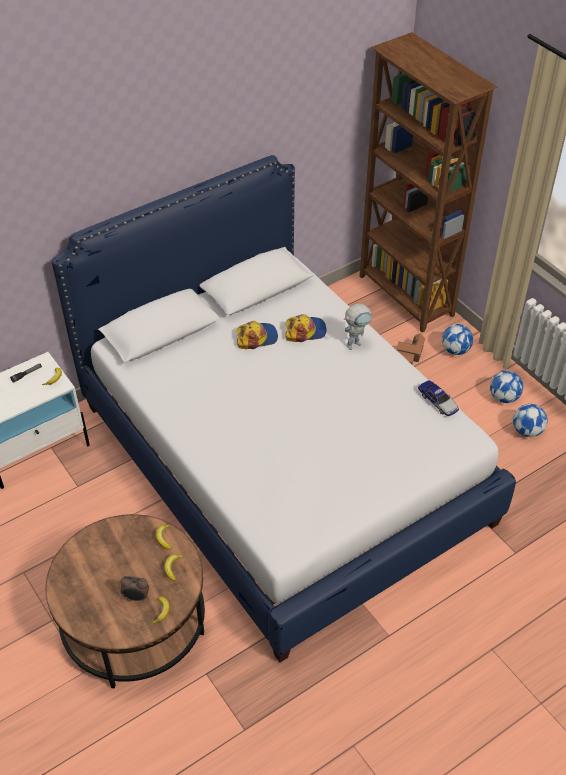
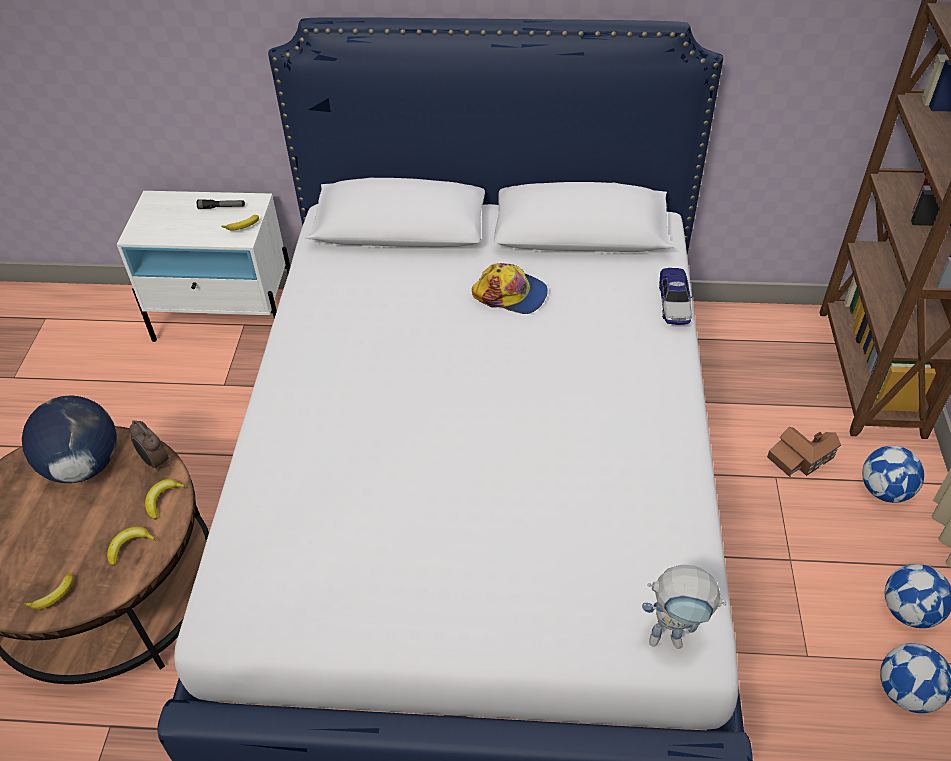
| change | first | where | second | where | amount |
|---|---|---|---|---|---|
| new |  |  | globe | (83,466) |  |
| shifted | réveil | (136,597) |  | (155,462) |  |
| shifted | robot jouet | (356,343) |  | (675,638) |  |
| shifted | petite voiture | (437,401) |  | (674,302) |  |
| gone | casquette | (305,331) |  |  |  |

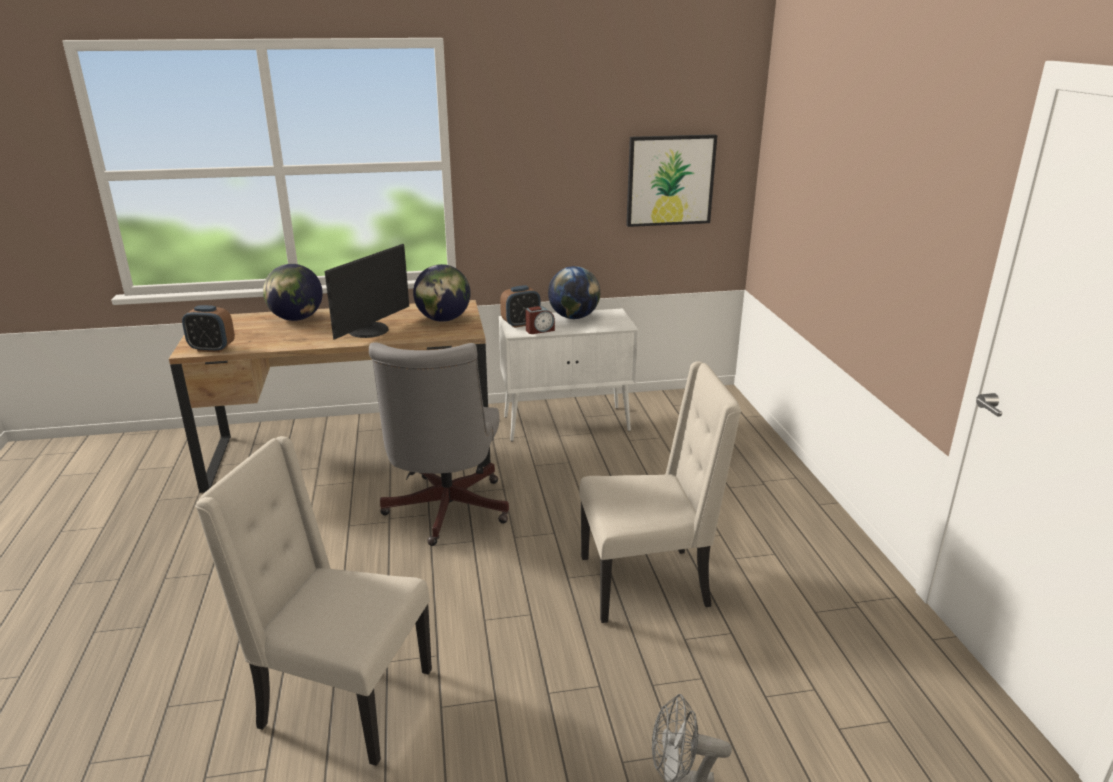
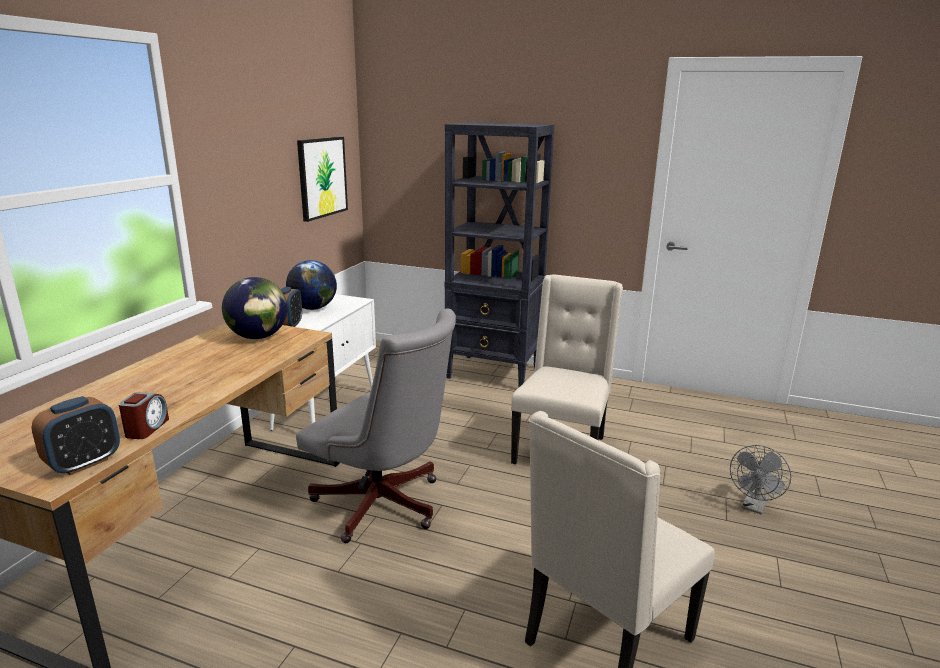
| change | first | where | second | where | amount |
|---|---|---|---|---|---|
| shifted | réveil | (539,330) |  | (147,428) |  |
| new |  |  | bibliothèque (noir) | (494,373) |  |
| gone | globe | (296,319) |  |  |  |
| gone | écran d'ordinateur | (370,331) |  |  |  |

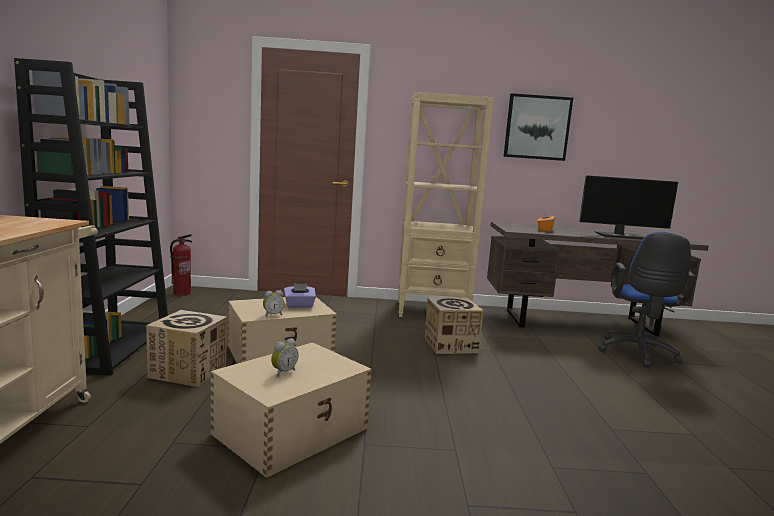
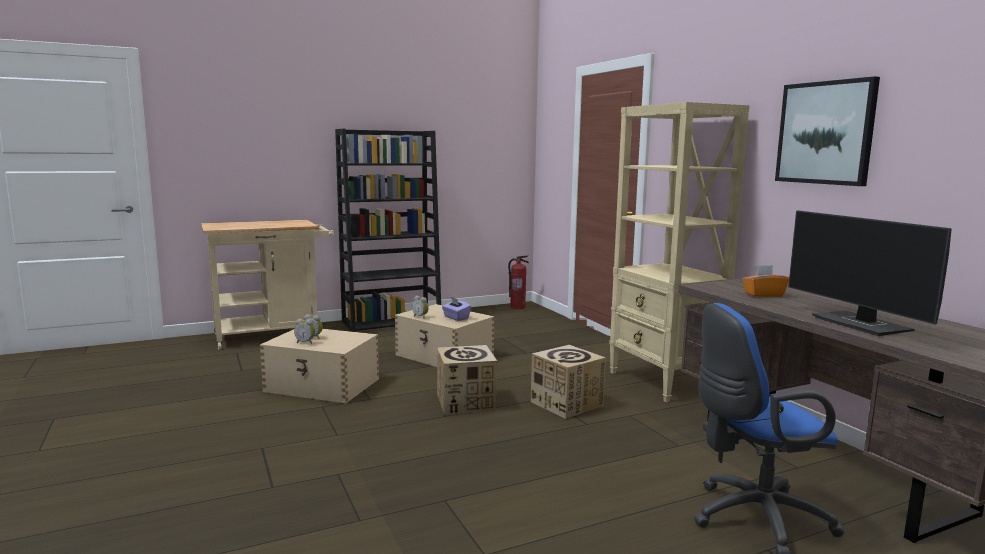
| change | first | where | second | where | amount |
|---|---|---|---|---|---|
| new |  |  | réveil | (305,342) |  |
| shifted | carton | (188,371) |  | (466,402) |  |

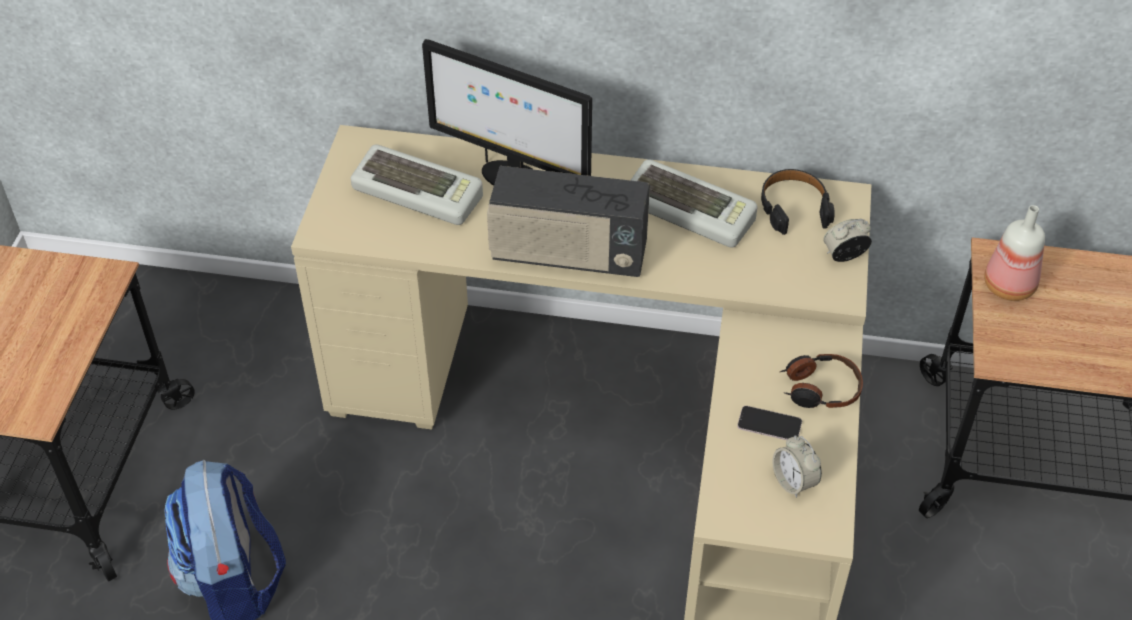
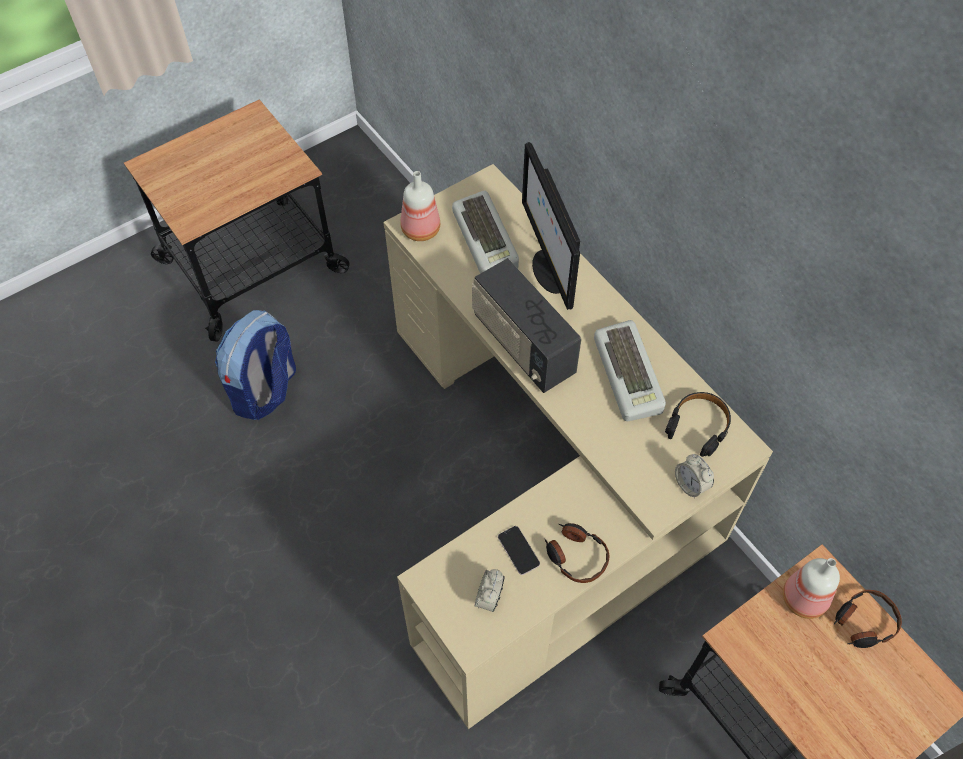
| change | first | where | second | where | amount |
|---|---|---|---|---|---|
| new |  |  | bouteille | (419,229) |  |
| rotated | réveil | (844,256) |  | (691,485) | 150 degrees counterclockwise |
| new |  |  | casque audio | (863,623) |  |

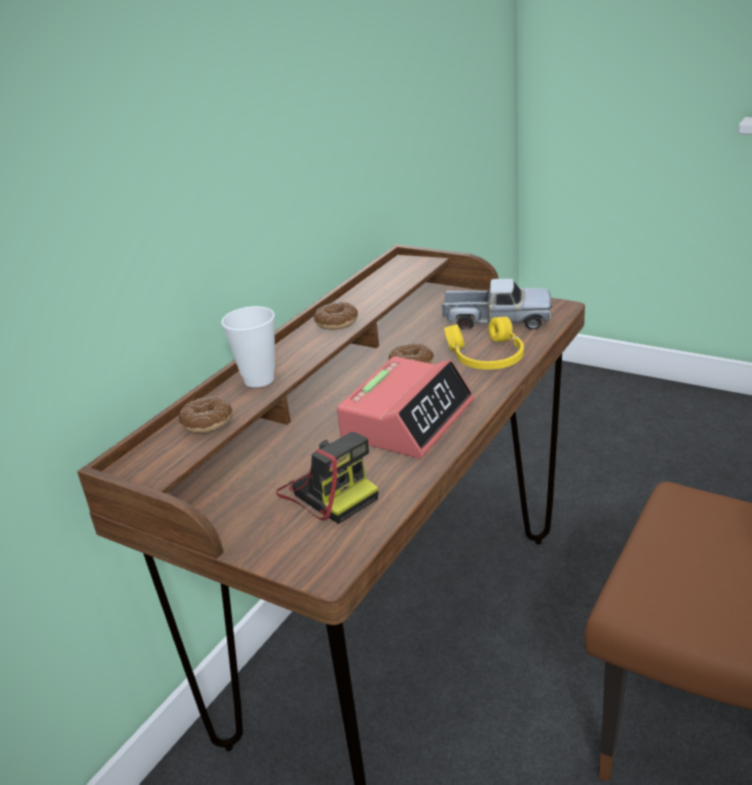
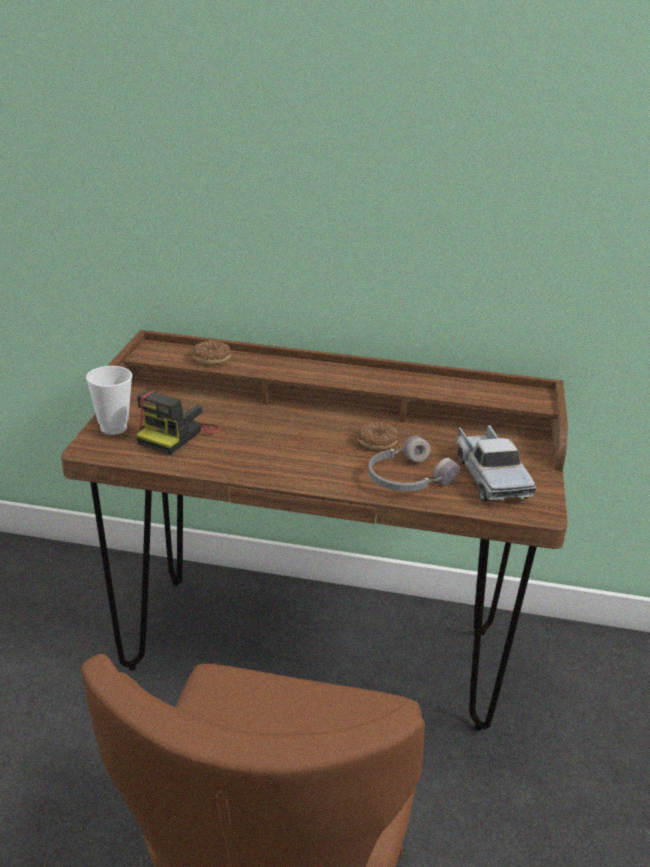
| change | first | where | second | where | amount |
|---|---|---|---|---|---|
| shifted | tasse | (259,380) |  | (113,428) |  |
| repainted | casque audio (jaune) | (485,358) | casque audio (gris) | (407,478) |  |
| gone | beignet | (337,323) |  |  |  |
| gone | réveil | (408,420) |  |  |  |

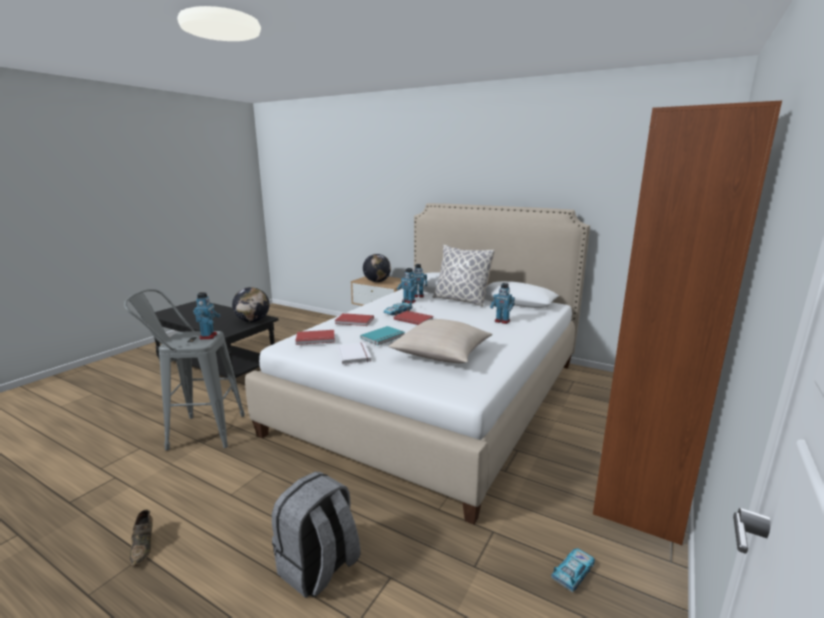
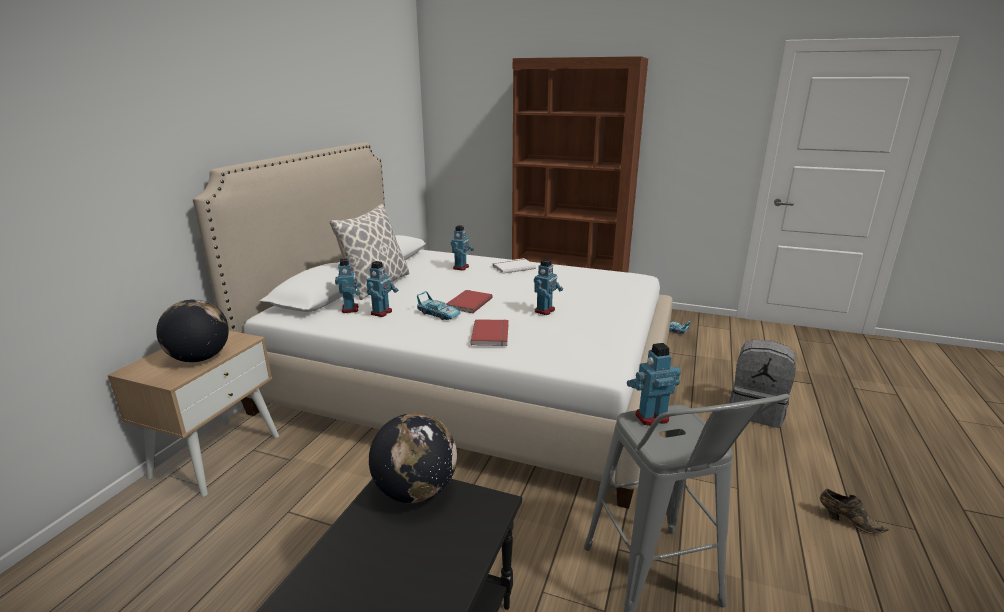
| change | first | where | second | where | amount |
|---|---|---|---|---|---|
| shifted | livre (blanc) | (355,354) |  | (513,267) |  |
| swapped | livre (turquoise) | (384,337) | robot jouet | (545,311) |  |
| rotated | chaussure (marron) | (144,546) |  | (847,521) | 60 degrees clockwise |
| gone | livre (rouge) | (315,339) |  |  |  |
| gone | coussin (beige) | (441,354) |  |  |  |

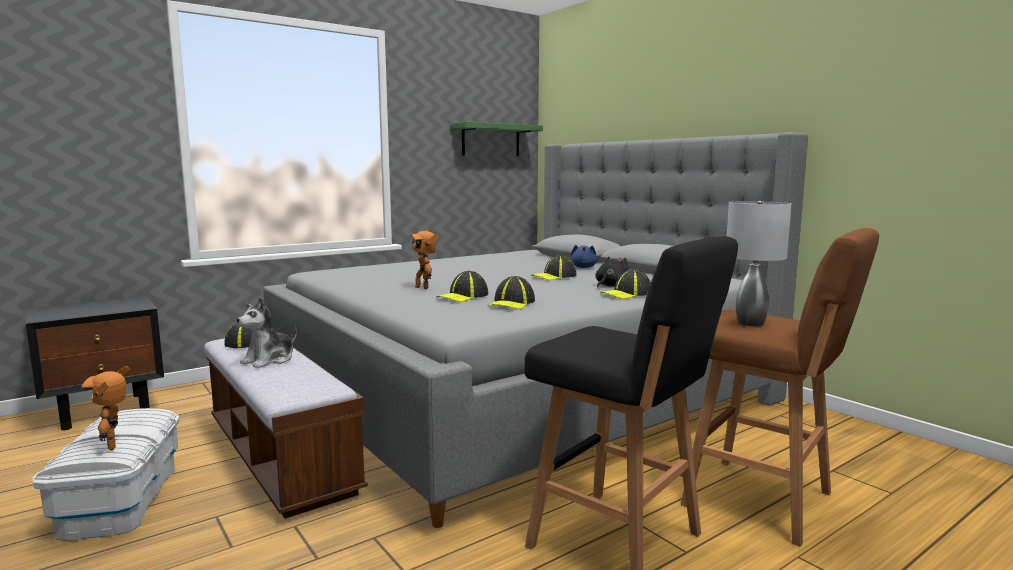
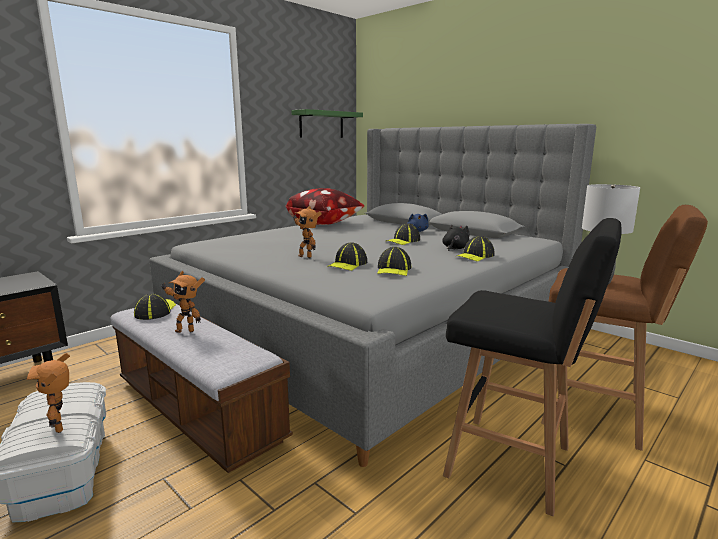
| change | first | where | second | where | amount |
|---|---|---|---|---|---|
| swapped | peluche | (269,360) | robot jouet | (185,330) |  |
| new |  |  | coussin | (324,223) |  |

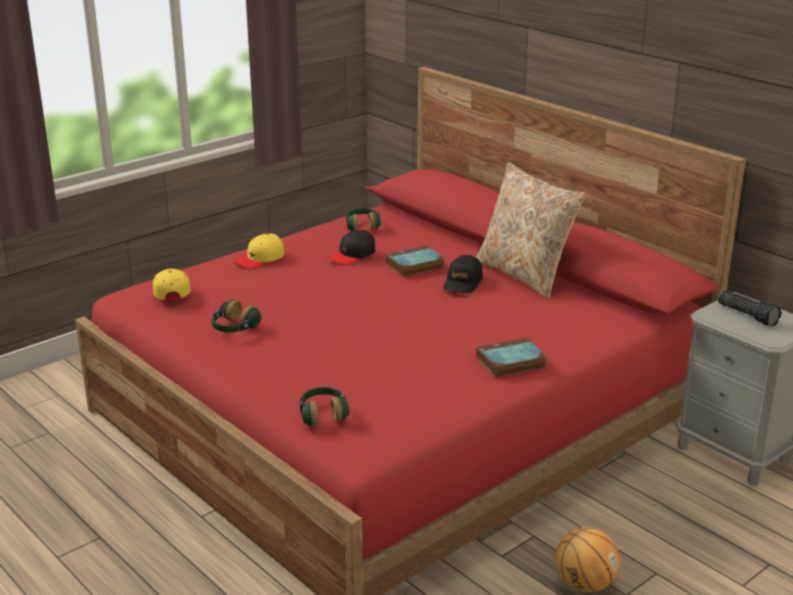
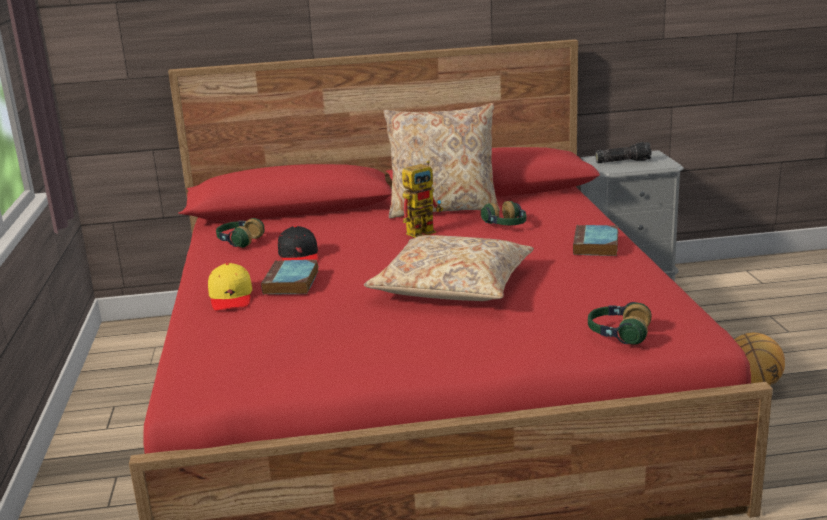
| change | first | where | second | where | amount |
|---|---|---|---|---|---|
| shifted | livre | (414,265) |  | (291,283) |  |
| new |  |  | coussin (beige) | (452,286) |  |
| swapped | casquette (noir) | (463,282) | robot jouet | (424,231) |  |
| shifted | casque audio | (234,328) |  | (506,226) |  |
| gone | casquette (jaune) | (171,290) |  |  |  |

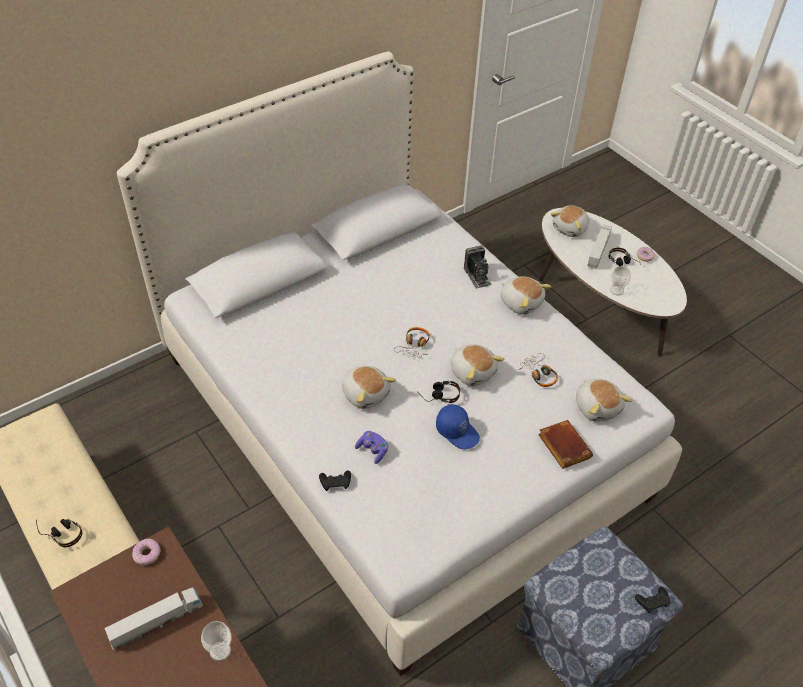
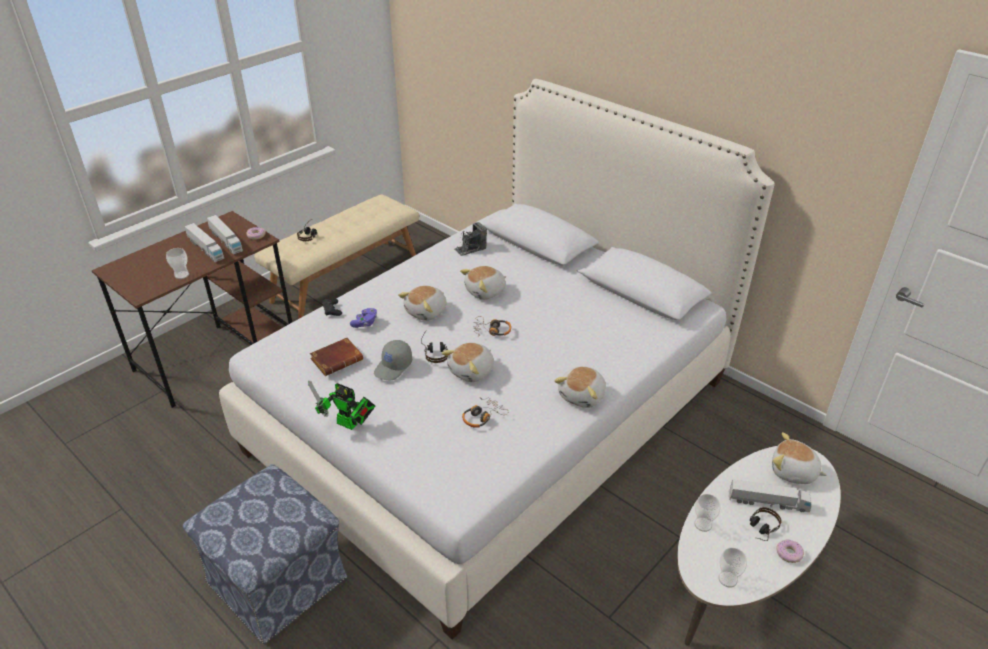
| change | first | where | second | where | amount |
|---|---|---|---|---|---|
| new |  |  | camion jouet | (226,241) |  |
| new |  |  | robot jouet | (349,425) |  |
| shifted | livre (marron) | (562,446) |  | (337,359) |  |
| repainted | casquette (bleu) | (457,431) | casquette (gris) | (393,367) |  |
| shifted | appareil photo | (477,276) |  | (470,248) |  |
| shifted | peluche | (597,407) |  | (486,292) |  |
| new |  |  | tasse | (727,579) |  |
| gone | manette (noir) | (652,601) |  |  |  |

